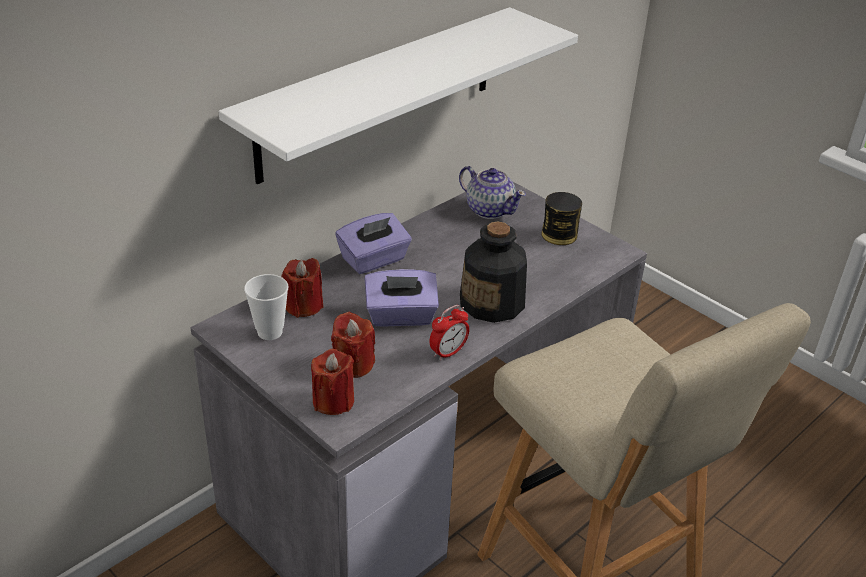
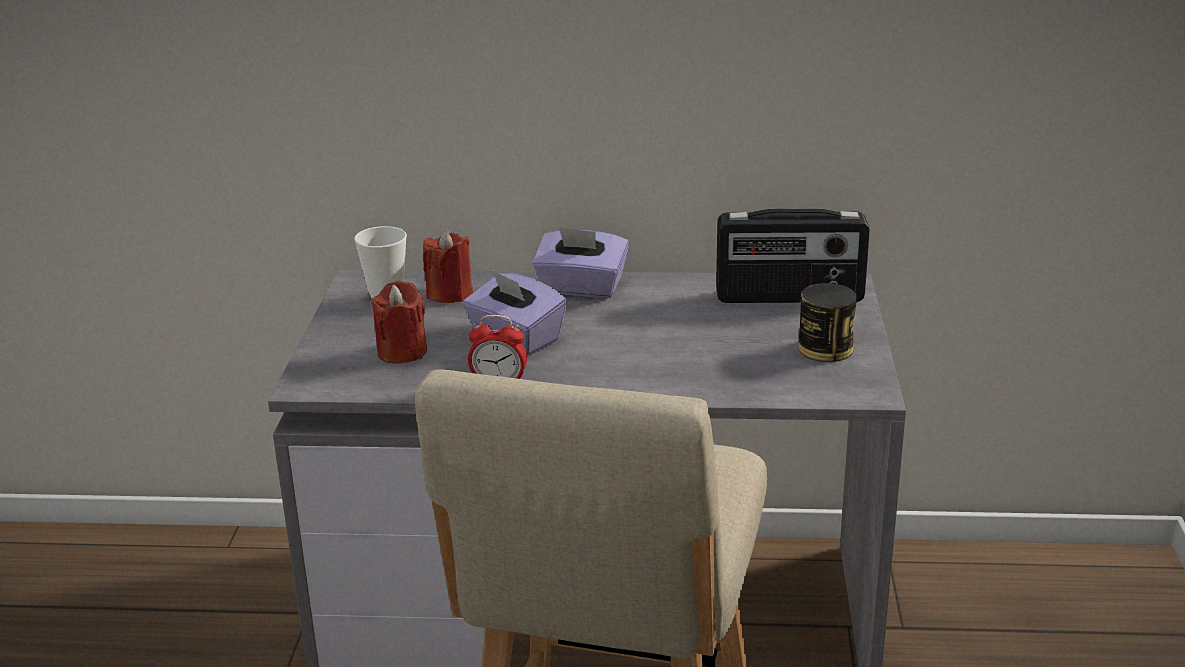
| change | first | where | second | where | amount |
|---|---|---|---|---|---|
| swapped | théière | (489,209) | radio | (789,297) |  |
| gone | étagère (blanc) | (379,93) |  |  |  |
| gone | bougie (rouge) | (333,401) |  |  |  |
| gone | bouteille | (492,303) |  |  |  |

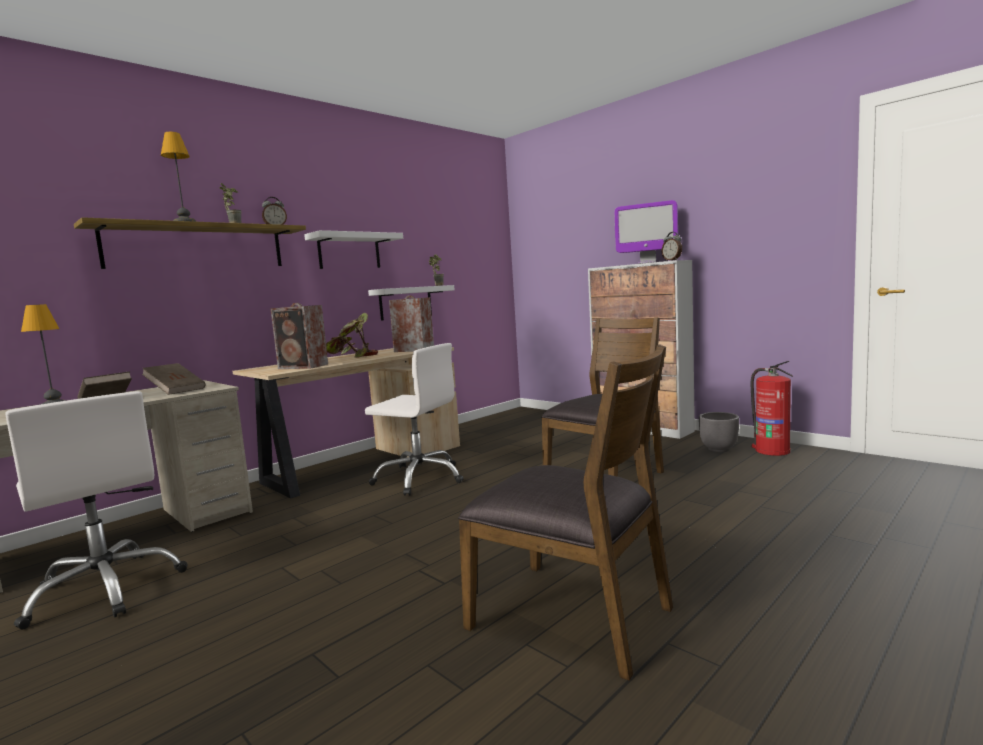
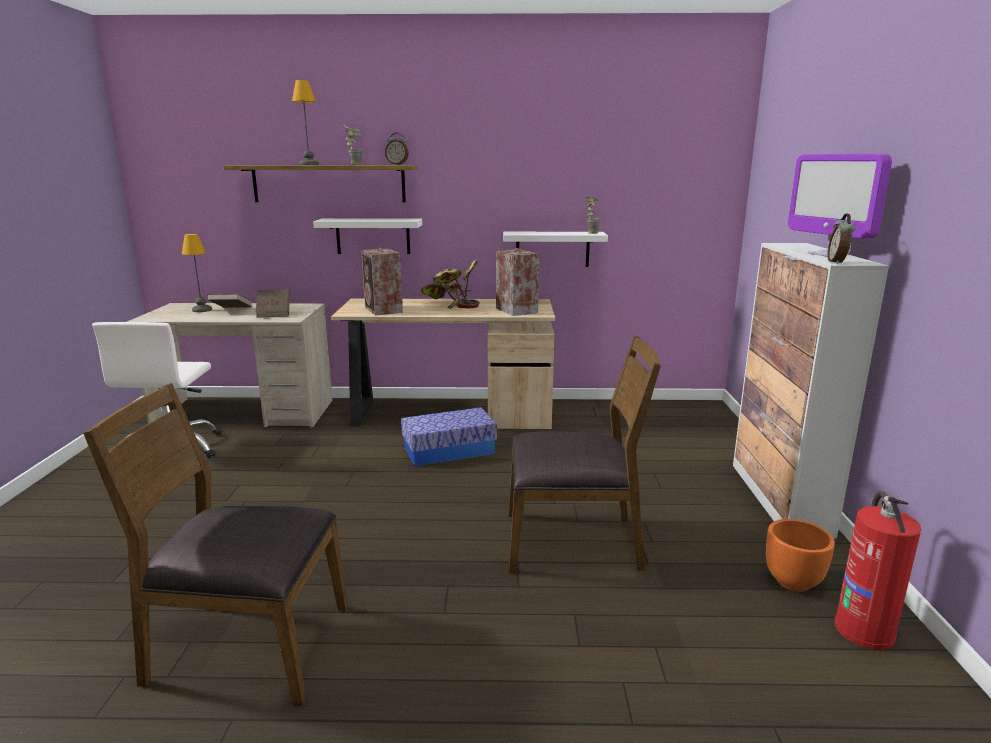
| change | first | where | second | where | amount |
|---|---|---|---|---|---|
| rotated | chaise (marron) | (572,616) |  | (247,646) | 105 degrees clockwise |
| shifted | étagère (blanc) | (349,251) |  | (373,236) |  |
| swapped | chaise de bureau (blanc) | (419,478) | boîte de rangement | (449,450) |  |
| repainted | cache-pot (gris) | (719,449) | cache-pot (orange) | (793,582) |  |

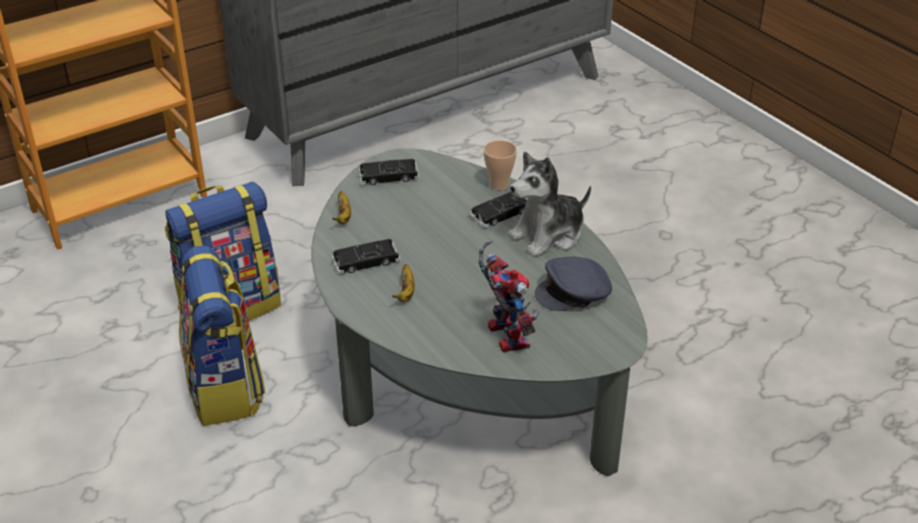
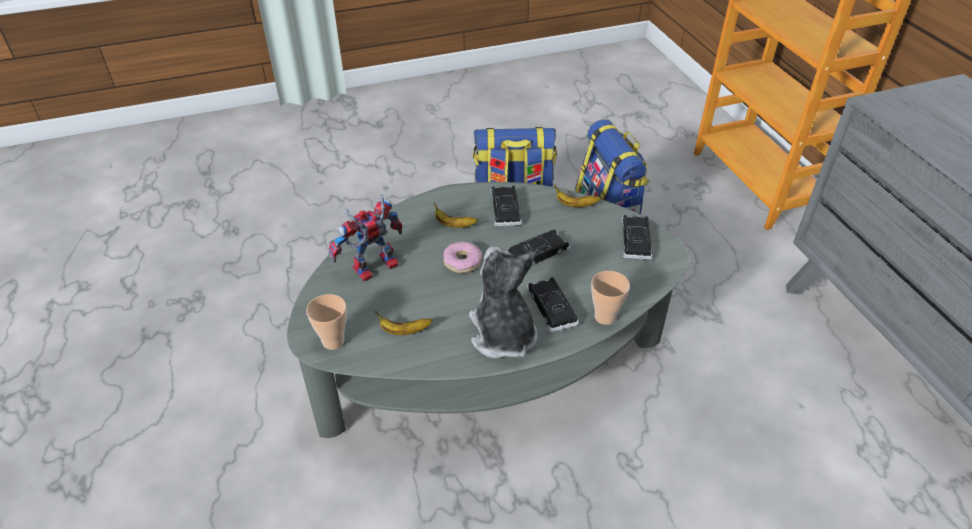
| change | first | where | second | where | amount |
|---|---|---|---|---|---|
| new |  |  | tasse | (333,341) |  |
| rotated | robot jouet | (502,334) |  | (373,270) | 150 degrees clockwise |
| swapped | casquette (gris) | (574,293) | banane | (404,331) |  |
| new |  |  | beignet | (462,262) |  |
| new |  |  | petite voiture (noir) | (538,253) |  |

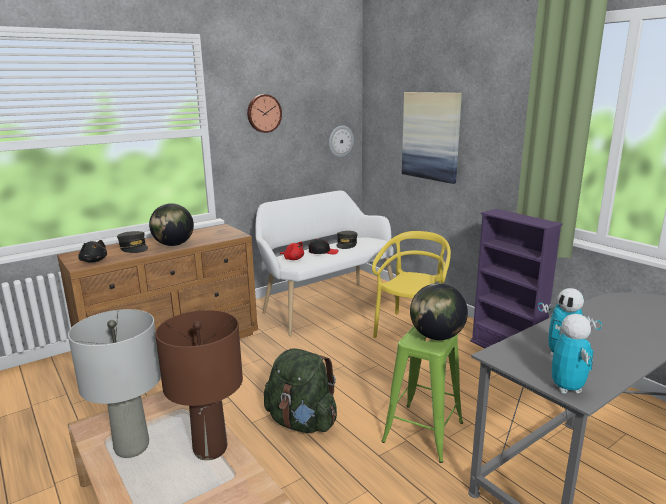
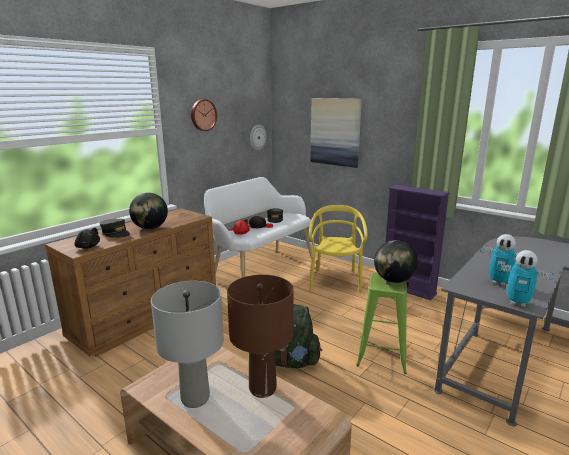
| change | first | where | second | where | amount |
|---|---|---|---|---|---|
| rotated | robot jouet | (567,388) |  | (518,303) | 135 degrees clockwise |

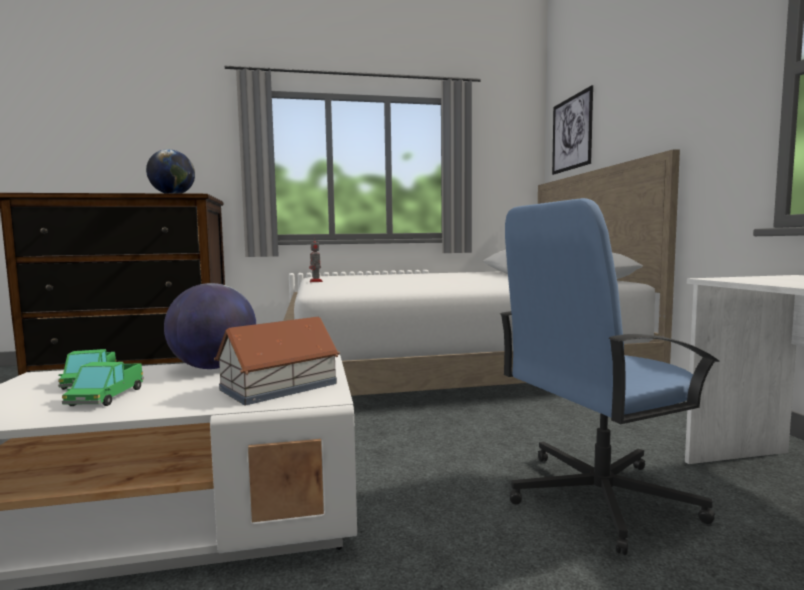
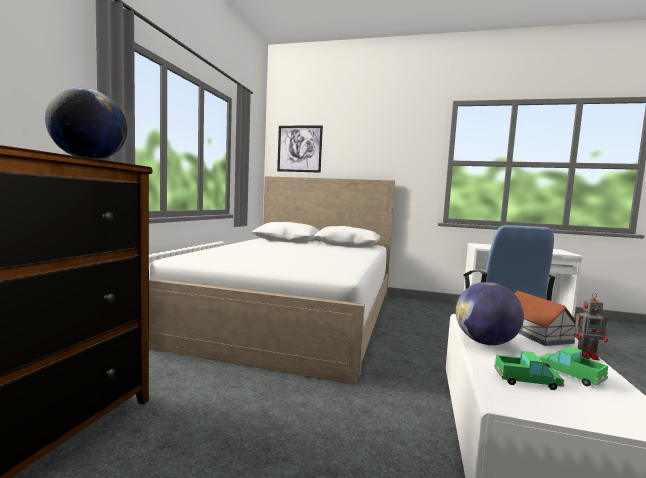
| change | first | where | second | where | amount |
|---|---|---|---|---|---|
| rotated | camion jouet | (106,397) |  | (570,374) | 150 degrees counterclockwise |
| shifted | robot jouet | (316,281) |  | (587,355) |  |

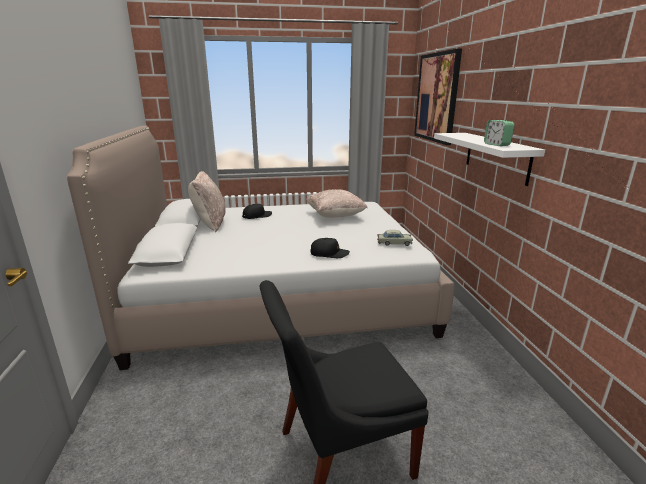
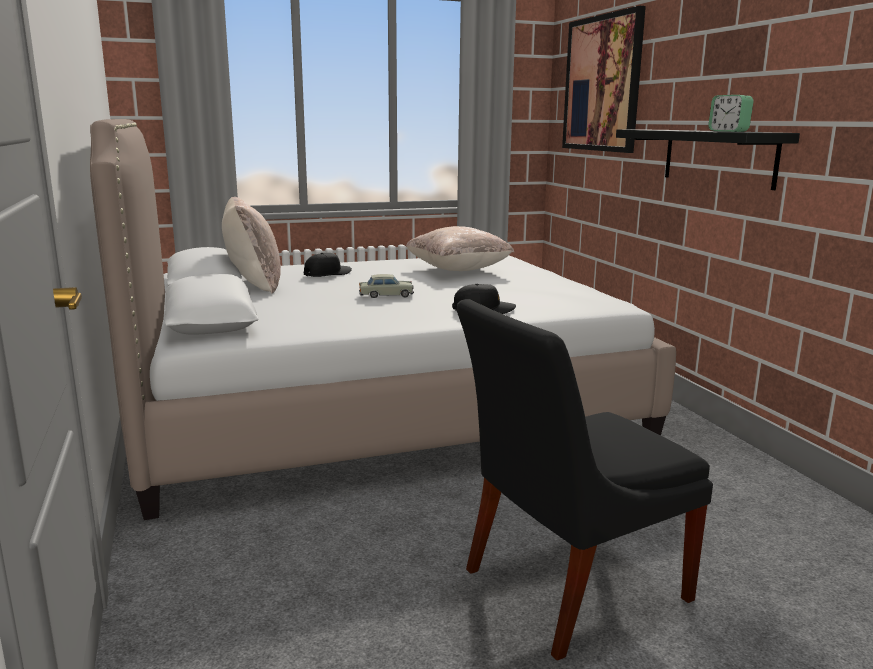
| change | first | where | second | where | amount |
|---|---|---|---|---|---|
| shifted | petite voiture (beige) | (394,243) |  | (386,295) |  |
| repainted | étagère (blanc) | (496,157) | étagère (noir) | (718,157) |  |

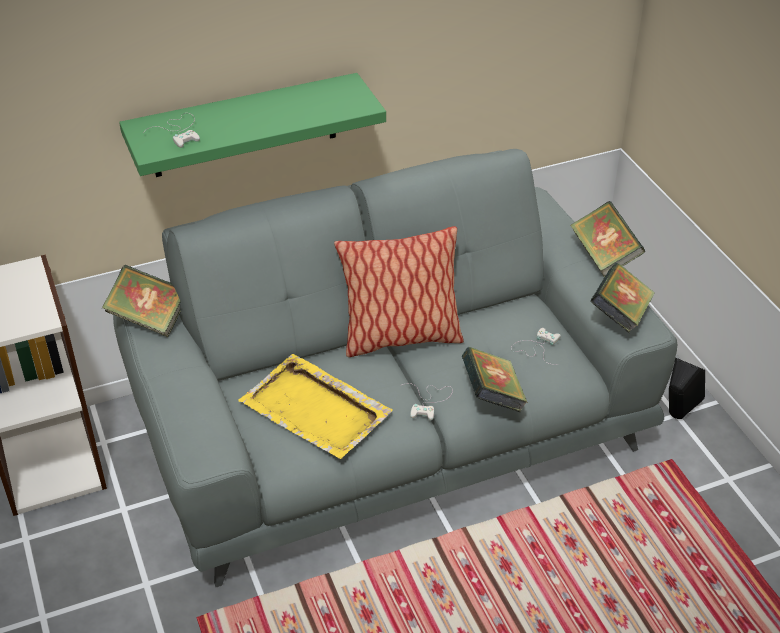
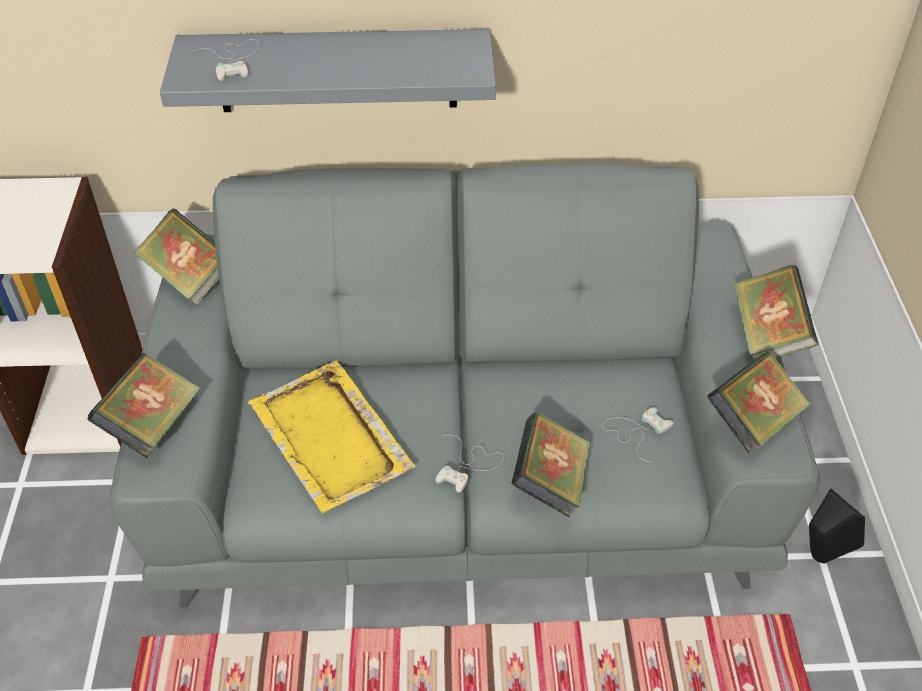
| change | first | where | second | where | amount |
|---|---|---|---|---|---|
| new |  |  | livre | (152,424) |  |
| repainted | étagère (vert) | (244,126) | étagère (gris) | (337,71) |  |
| gone | coussin | (400,338) |  |  |  |

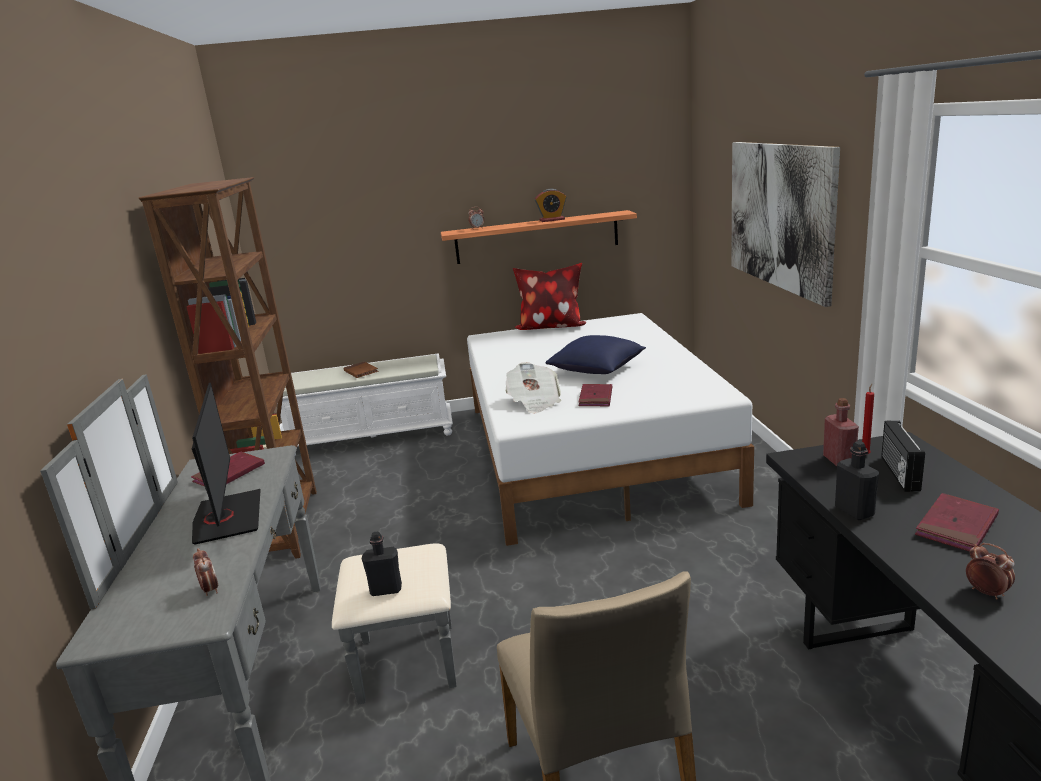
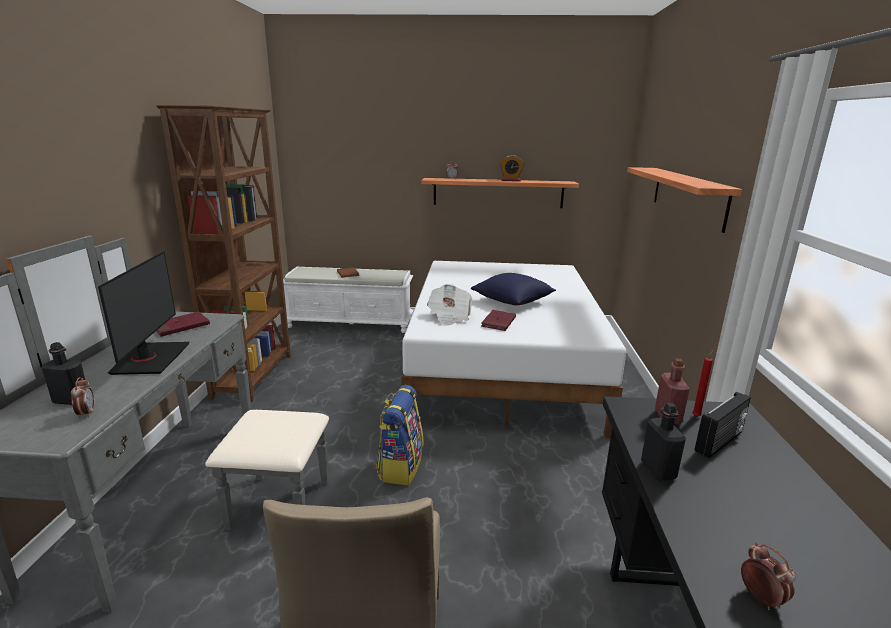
| change | first | where | second | where | amount |
|---|---|---|---|---|---|
| shifted | bouteille (noir) | (386,590) |  | (71,400) |  |
| new |  |  | sac à dos | (400,466) |  |
| swapped | tableau | (780,216) | étagère | (687,195) |  |
| rotated | radio | (898,473) |  | (720,442) | 150 degrees counterclockwise |
| gone | coussin | (550,327) |  |  |  |
| gone | livre (rouge) | (956,526) |  |  |  |

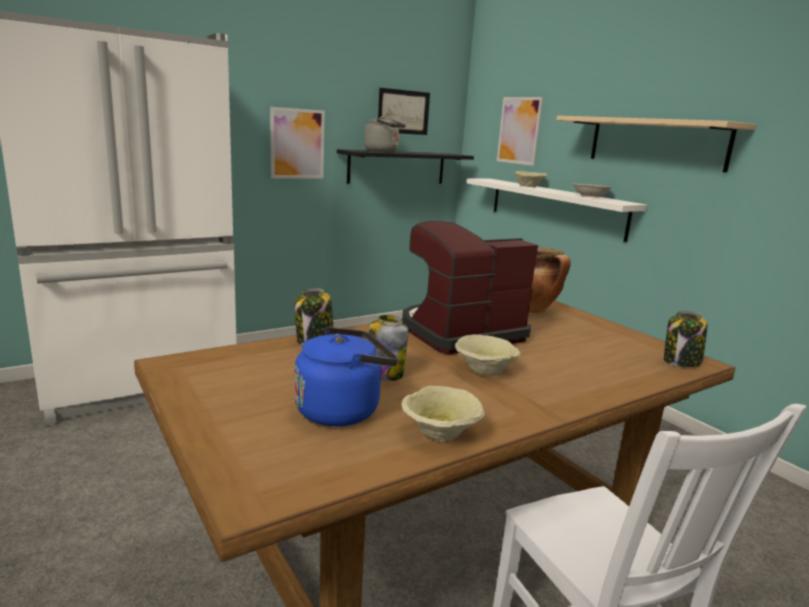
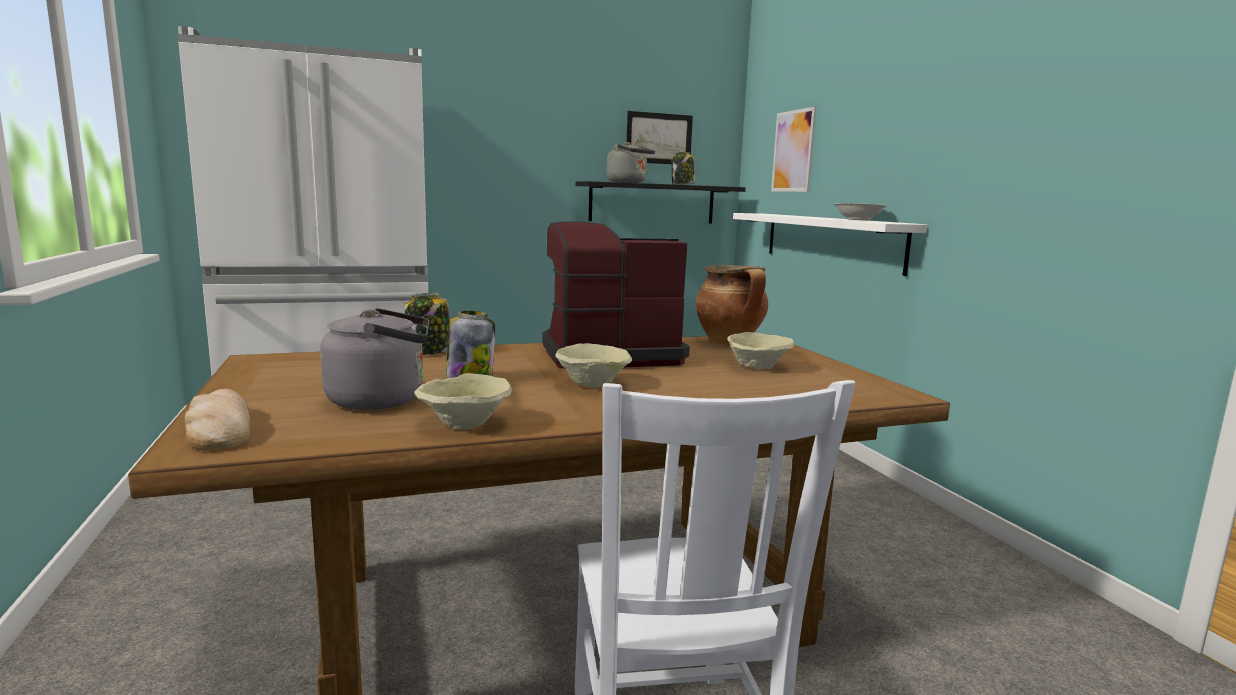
| change | first | where | second | where | amount |
|---|---|---|---|---|---|
| new |  |  | pain | (218,428) |  |
| repainted | bouilloire (bleu) | (342,410) | bouilloire (gris) | (382,400) |  |
| shifted | bocal | (681,362) |  | (682,184) |  |
| shifted | bol (beige) | (529,187) |  | (758,367) |  |
| gone | tableau | (297,144) |  |  |  |
| gone | étagère (beige) | (656,143) |  |  |  |

